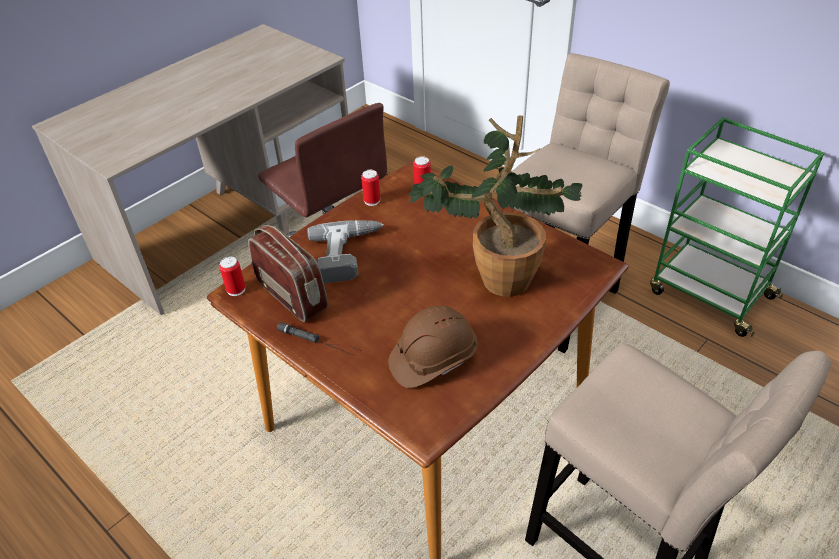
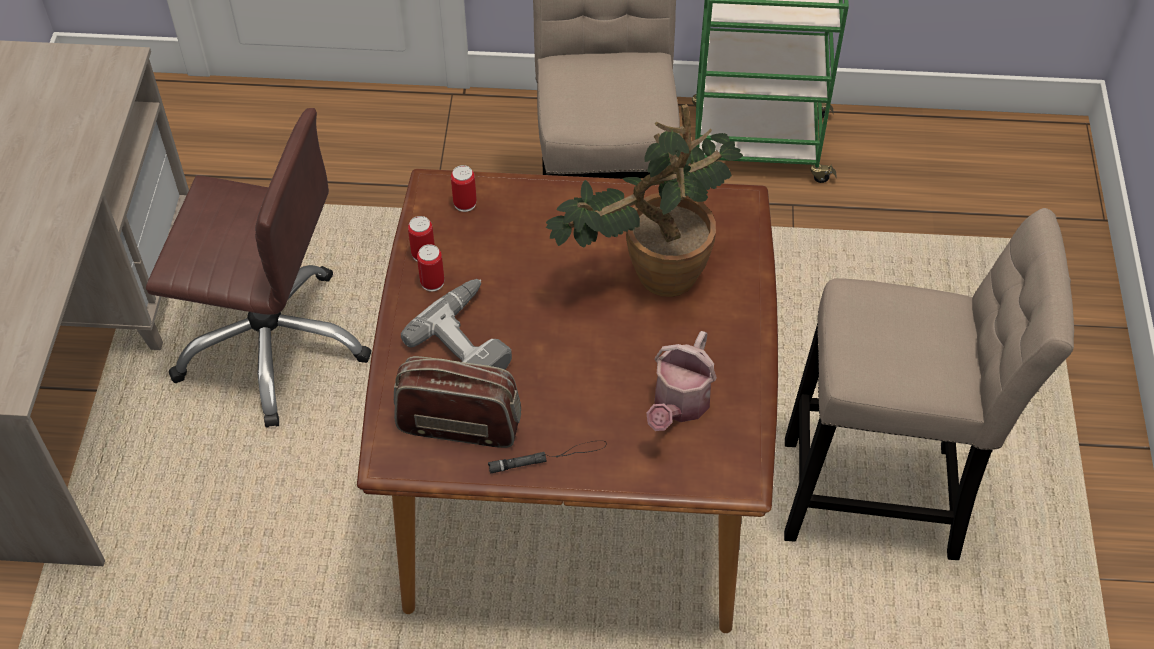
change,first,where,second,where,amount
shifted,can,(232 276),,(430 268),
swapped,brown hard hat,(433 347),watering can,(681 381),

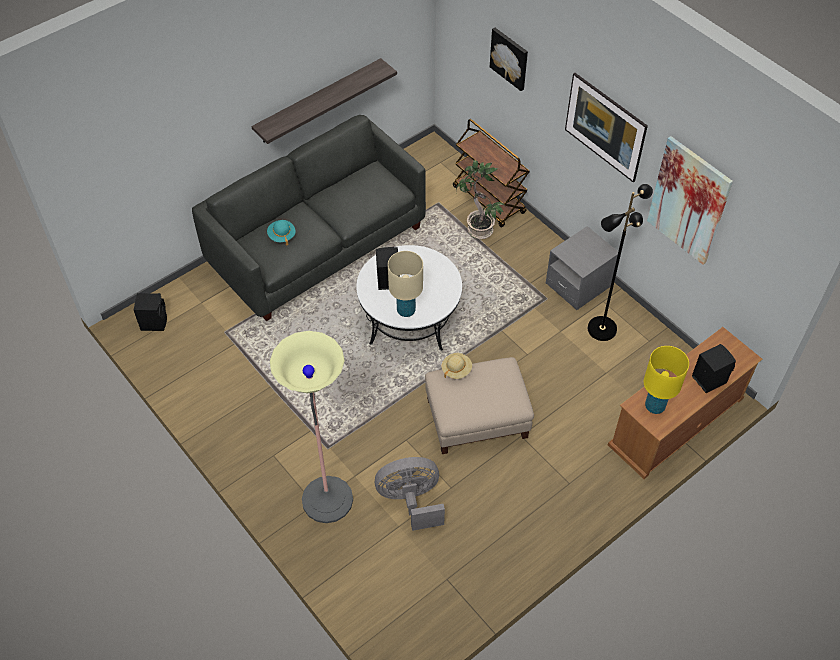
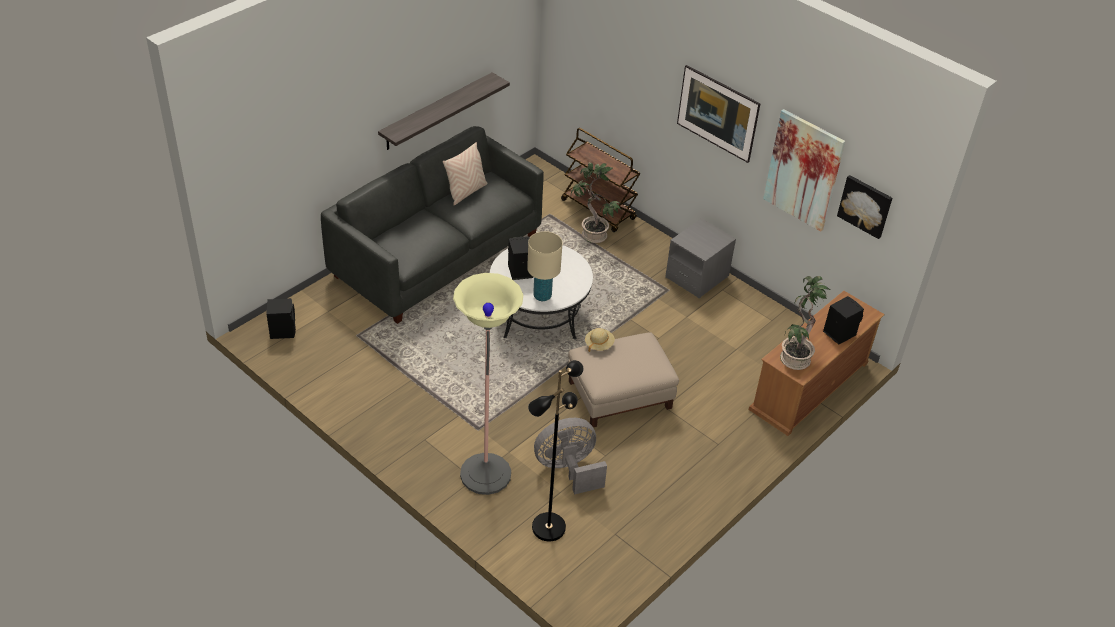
change,first,where,second,where,amount
shifted,picture,(509 59),,(864 207),
shifted,black floor lamp,(620 262),,(556 451),
gone,turquoise hat,(281 232),,,
swapped,yellow table lamp,(666 380),potted plant,(805 323),
new,,,beige pillow,(465 174),

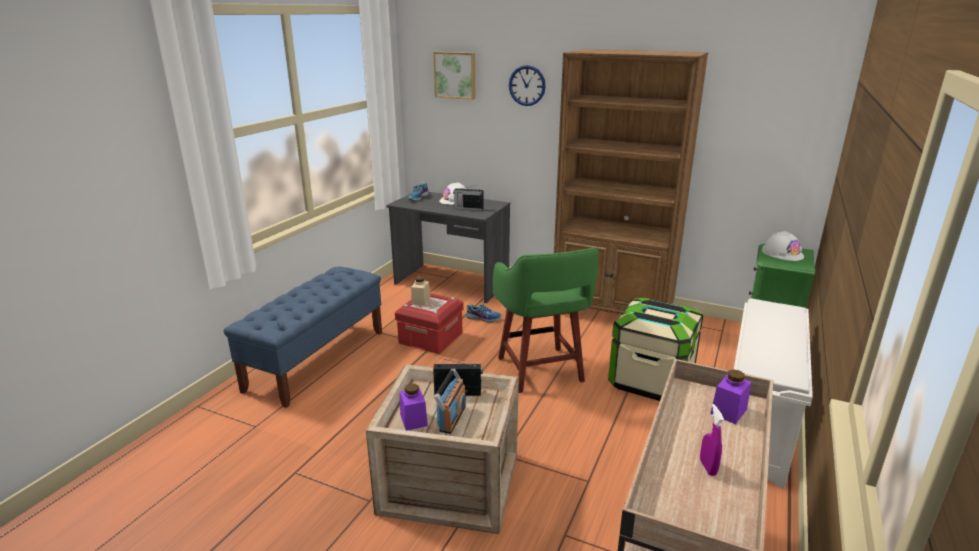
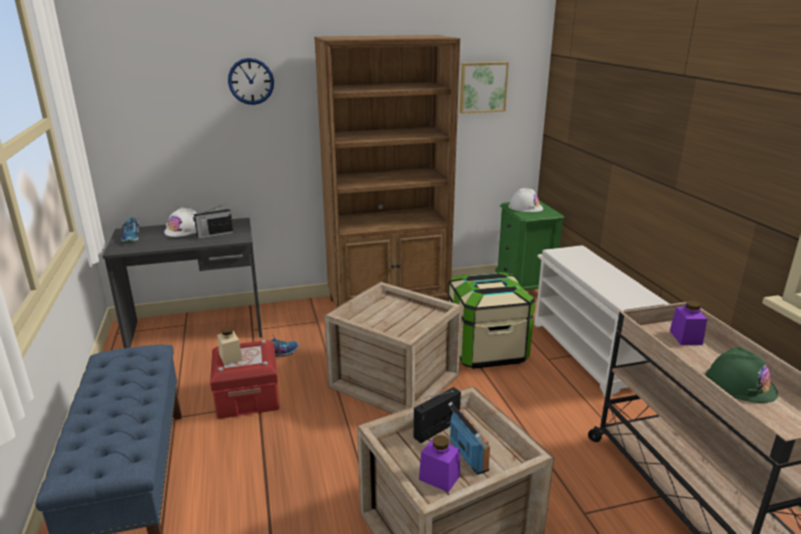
change,first,where,second,where,amount
shifted,picture,(454 76),,(484 87),
swapped,green stool,(545 320),crate,(393 348),
swapped,purple spray bottle,(712 440),green hard hat,(741 375),

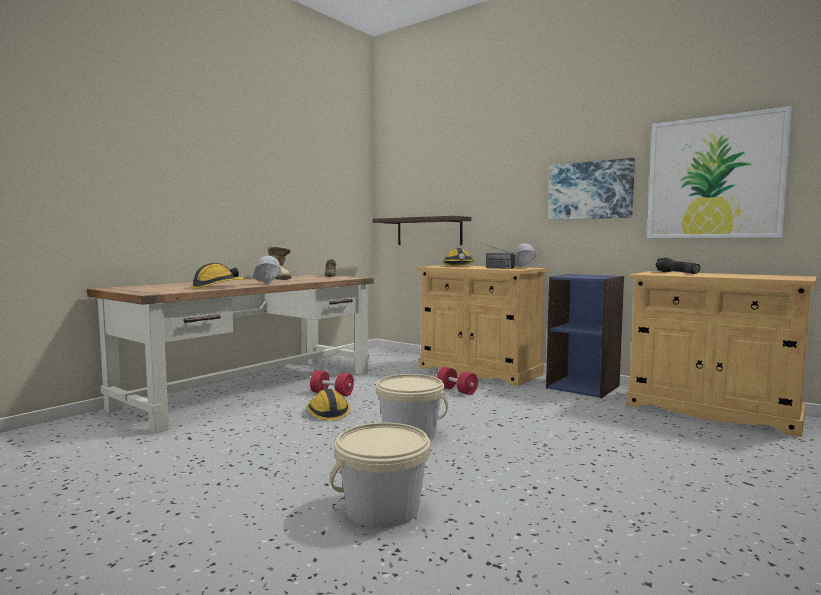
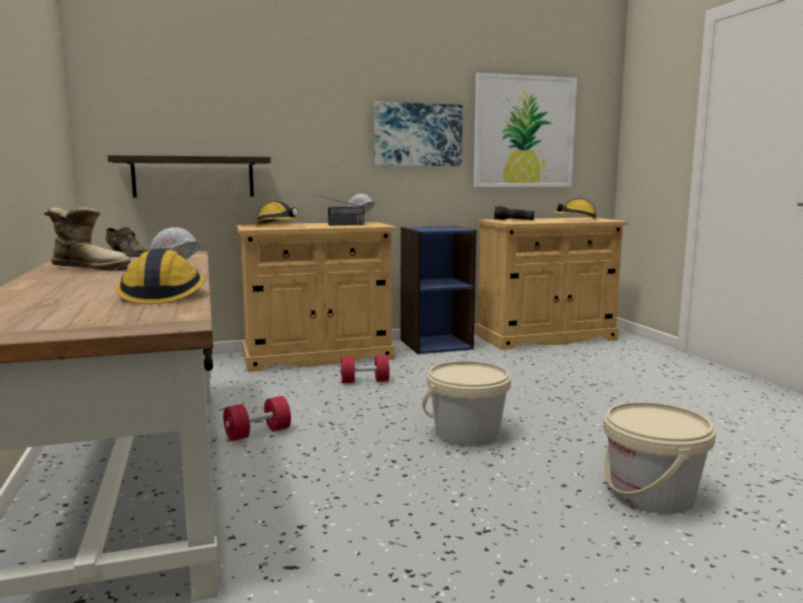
change,first,where,second,where,amount
shifted,hard hat,(328 404),,(575 209),

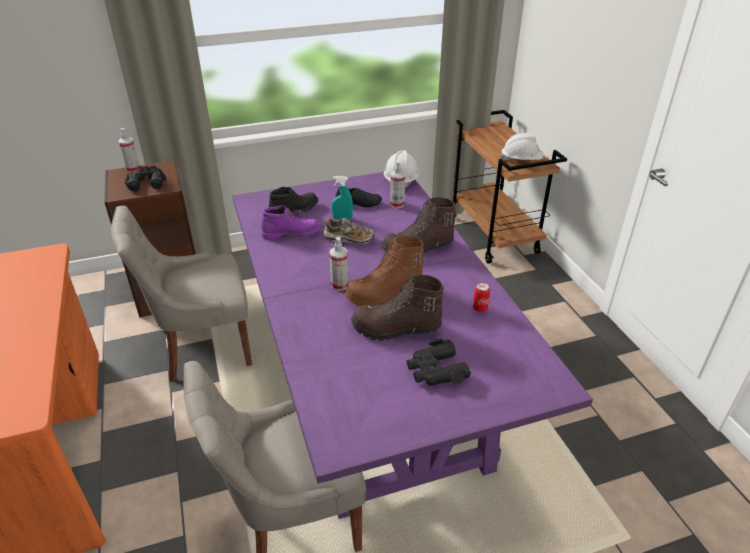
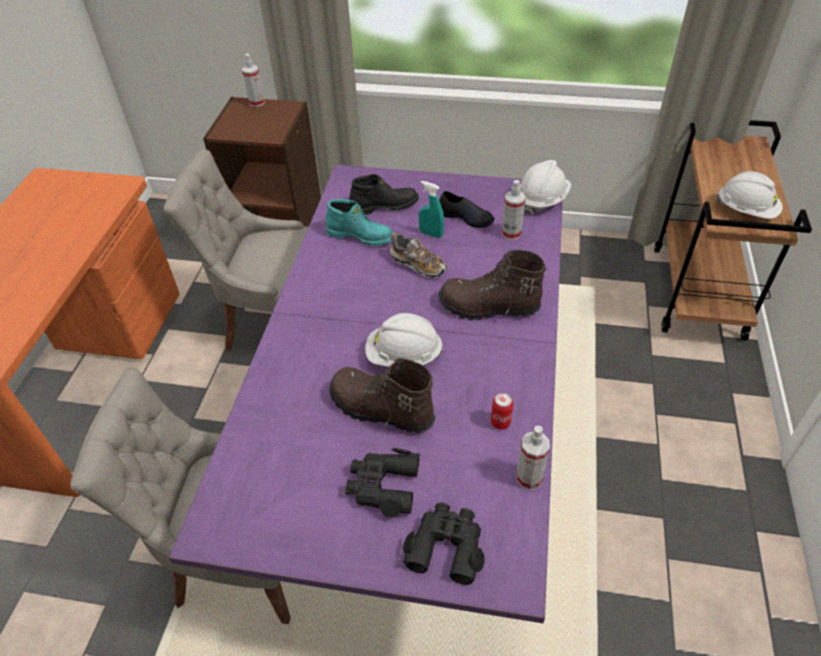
change,first,where,second,where,amount
shifted,black binoculars,(145 178),,(444 544),
repainted,purple boot,(291 223),turquoise boot,(359 222),
swapped,brown boot,(385 271),white hard hat,(404 340),
shifted,spray bottle,(339 264),,(533 458),

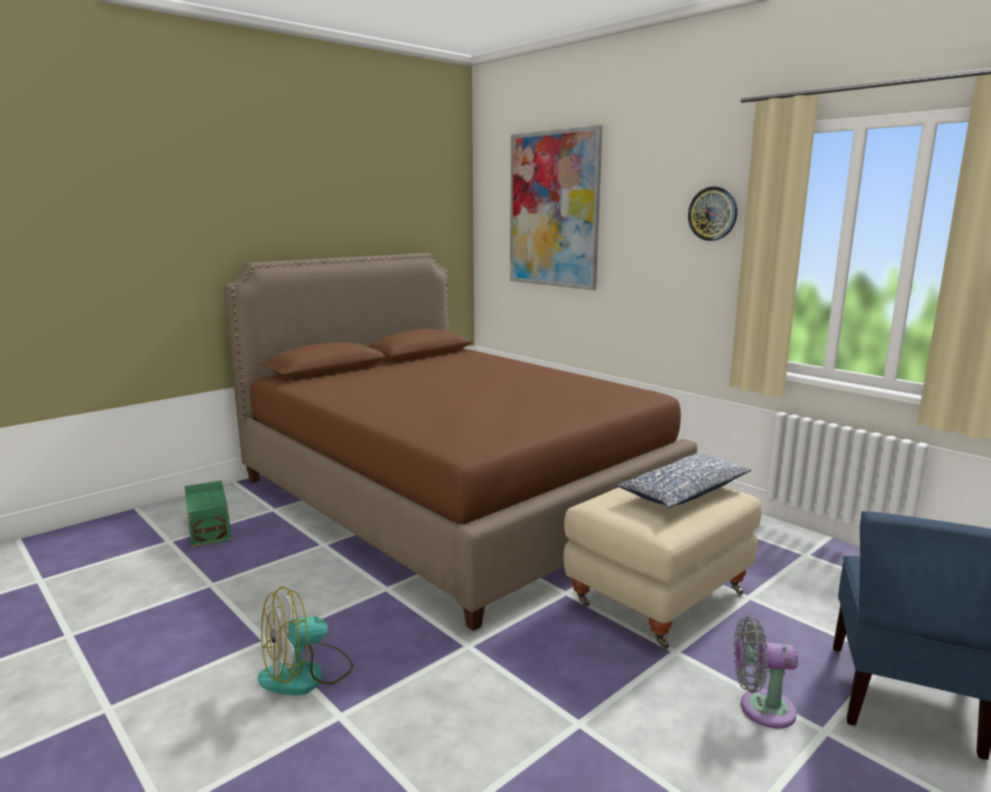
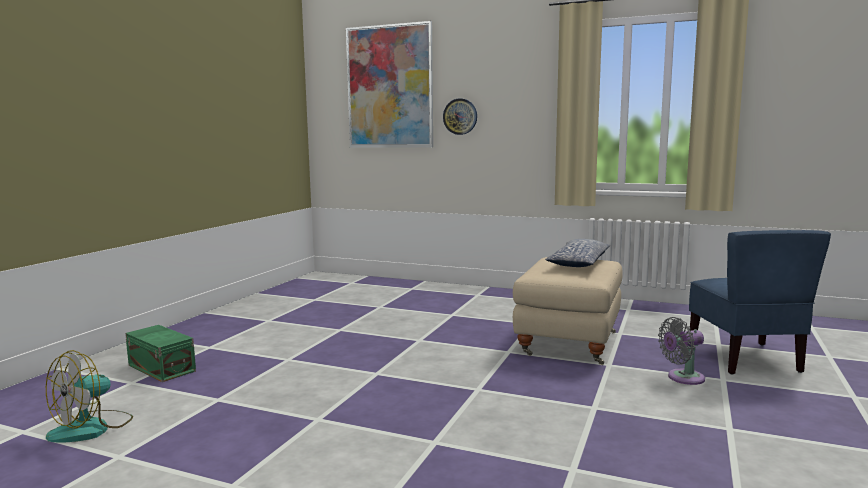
change,first,where,second,where,amount
shifted,wall clock,(712 213),,(460 116),
gone,brown bed,(461 442),,,
shifted,fan,(305 640),,(89 396),

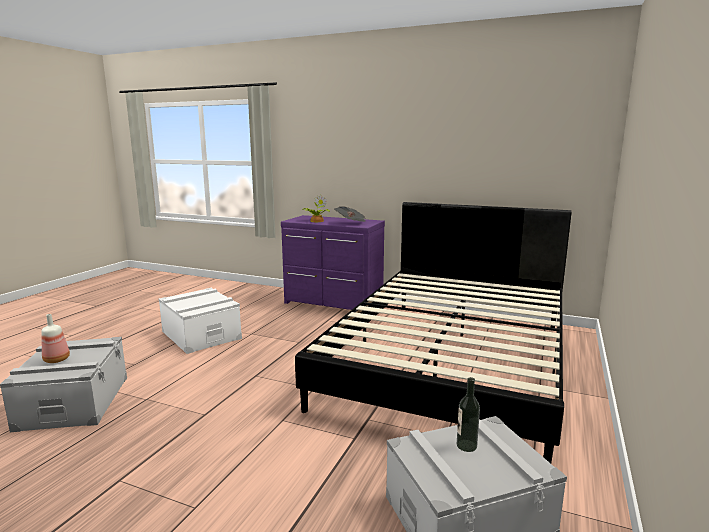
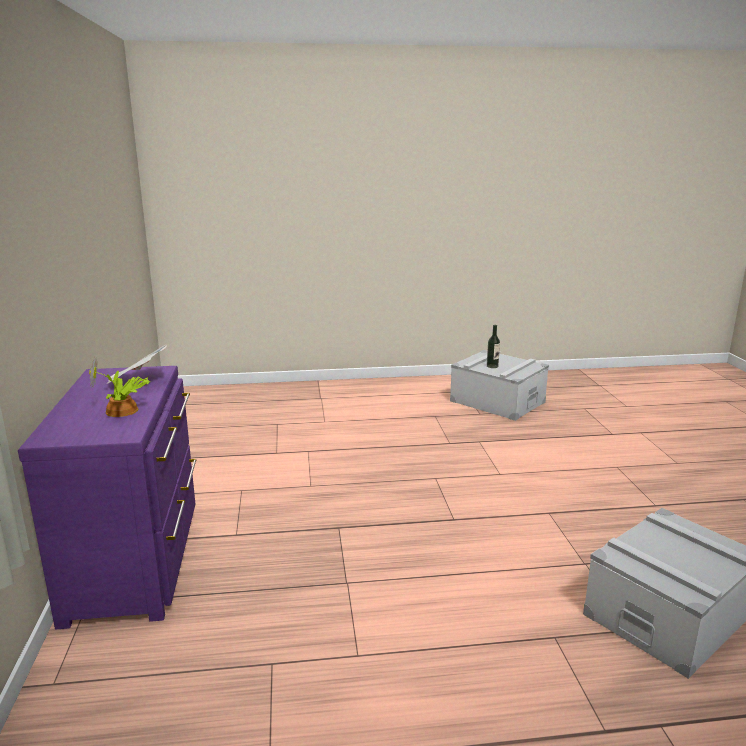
change,first,where,second,where,amount
gone,black bed,(433 332),,,
gone,white storage box,(200 321),,,
gone,bottle,(55 338),,,

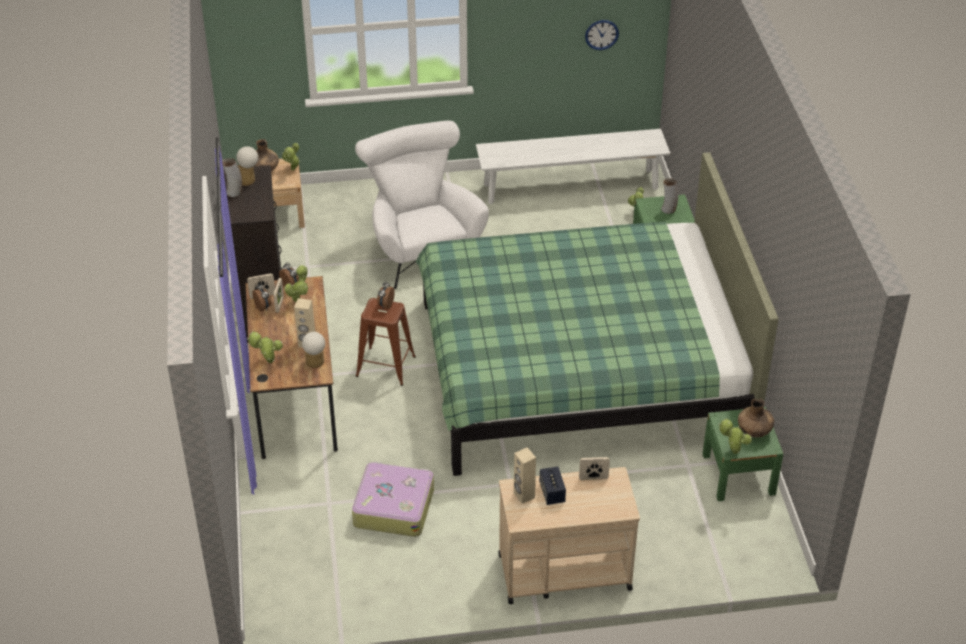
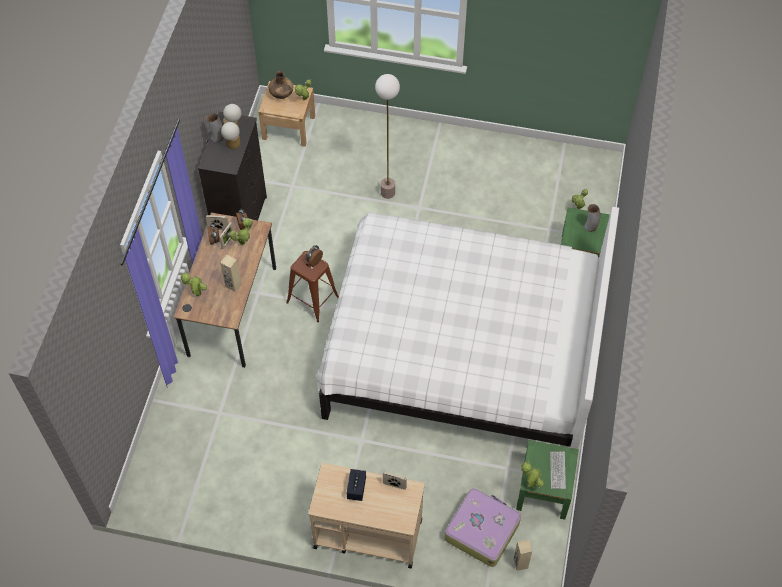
change,first,where,second,where,amount
gone,wall clock,(602 35),,,
swapped,white armchair,(422 205),floor lamp,(387 136),
gone,white bench,(573 166),,,
repainted,green bed,(597 314),white bed,(468 328),
shifted,table lamp,(313 350),,(231 135),
swapped,brown vase,(756 418),keyboard,(558 470),
shifted,beige speaker,(525 475),,(522 555),
shifted,suitcase,(393 499),,(483 527),

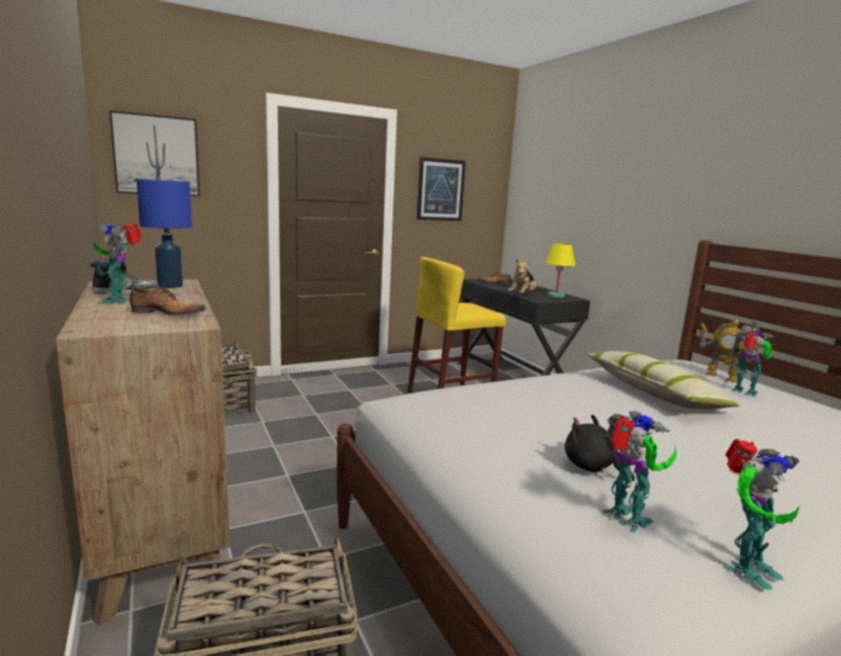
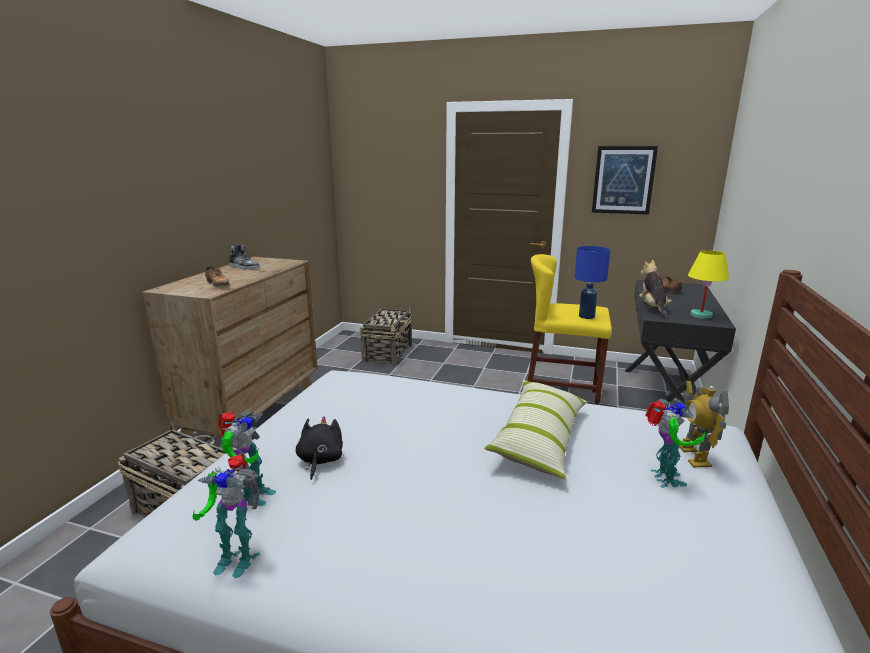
change,first,where,second,where,amount
gone,picture,(154 153),,,
shifted,blue table lamp,(164 233),,(592 282),
gone,toy robot,(117 263),,,
rotated,plush toy,(522 276),,(655 289),105 degrees clockwise

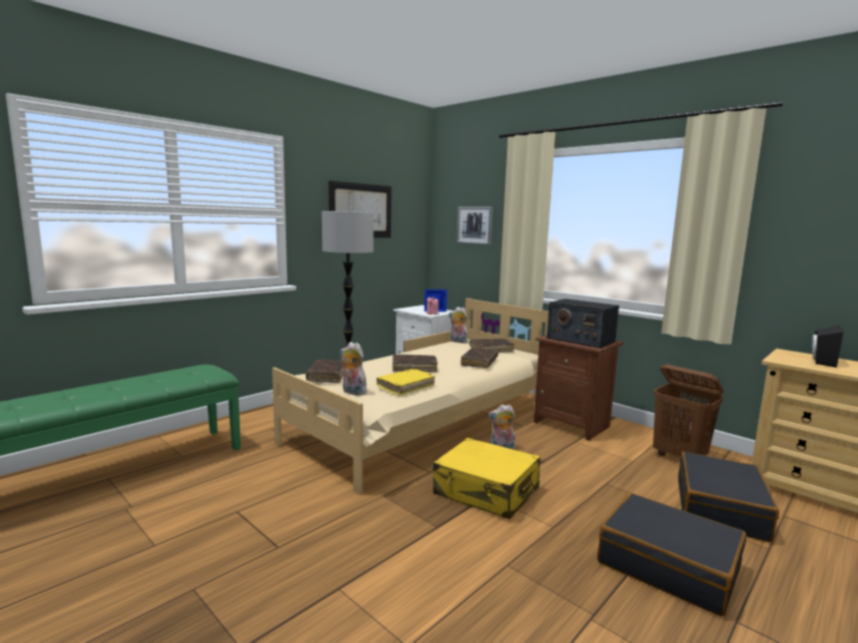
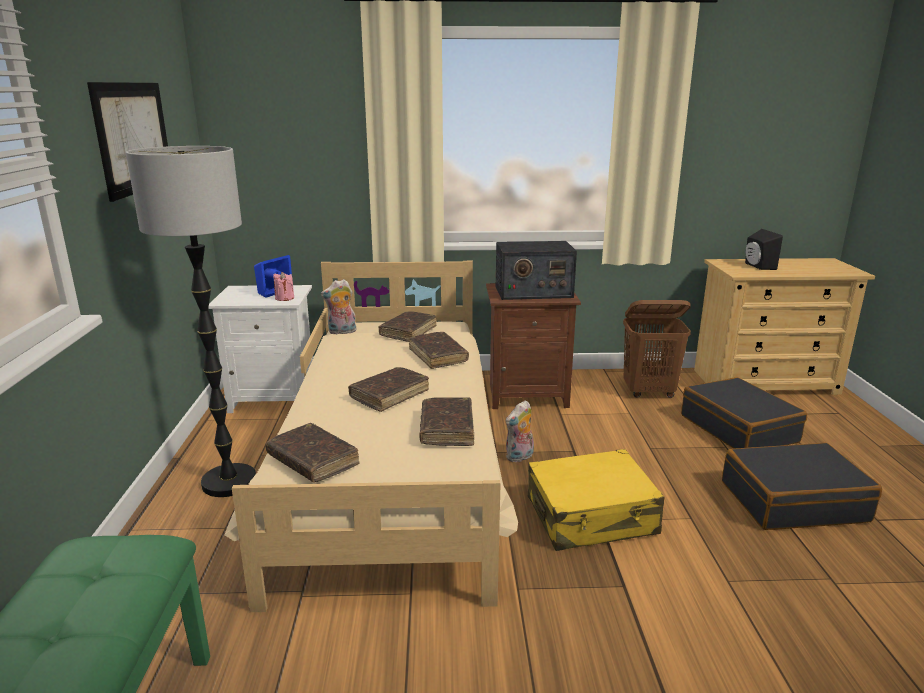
change,first,where,second,where,amount
gone,picture,(475 226),,,
gone,plush toy,(353 368),,,
repainted,yellow book,(406 382),brown book,(447 421),

